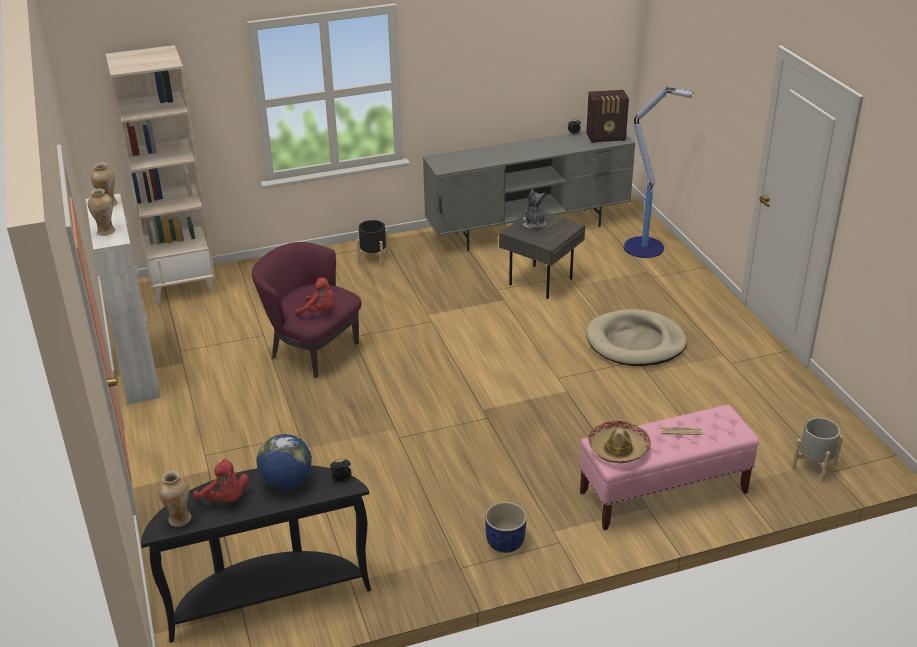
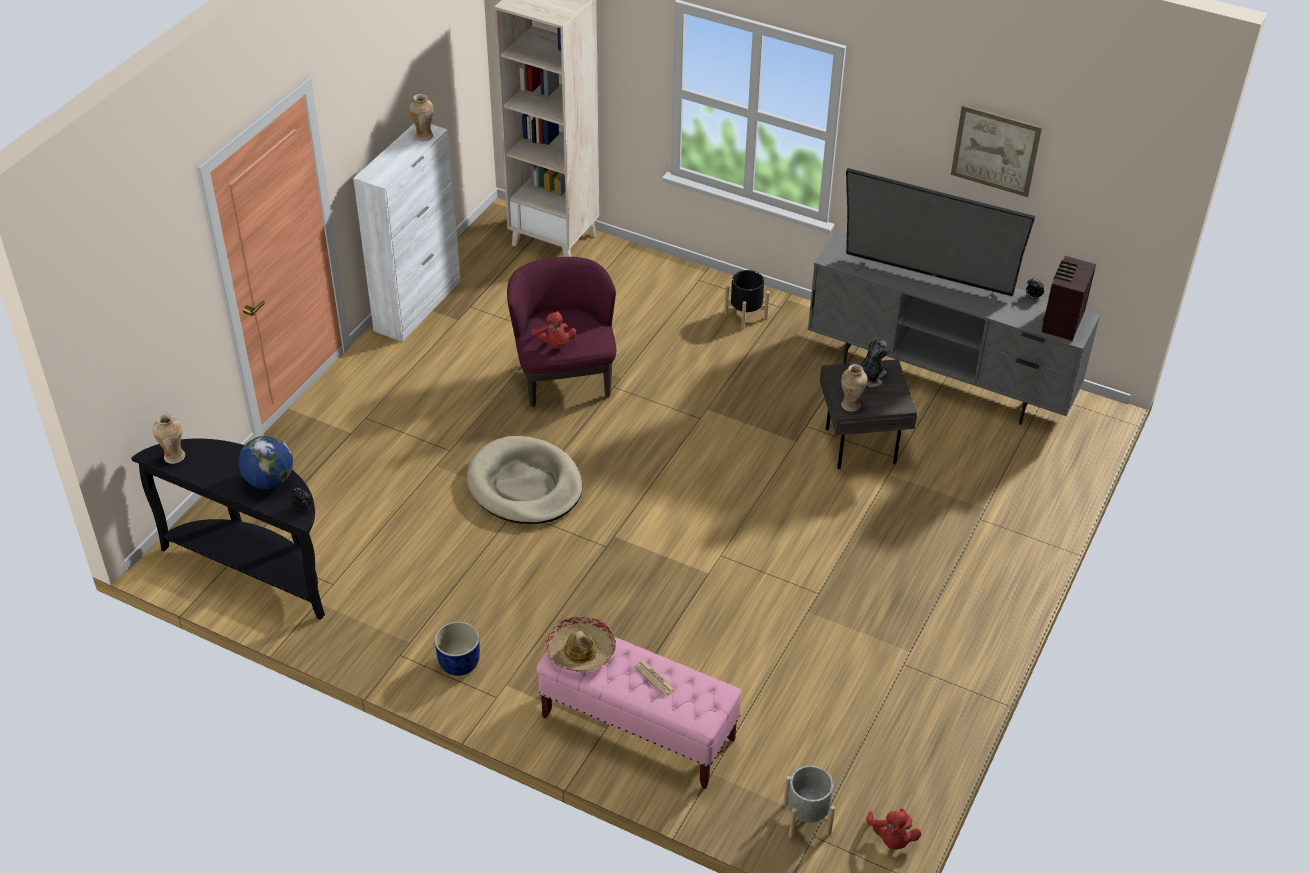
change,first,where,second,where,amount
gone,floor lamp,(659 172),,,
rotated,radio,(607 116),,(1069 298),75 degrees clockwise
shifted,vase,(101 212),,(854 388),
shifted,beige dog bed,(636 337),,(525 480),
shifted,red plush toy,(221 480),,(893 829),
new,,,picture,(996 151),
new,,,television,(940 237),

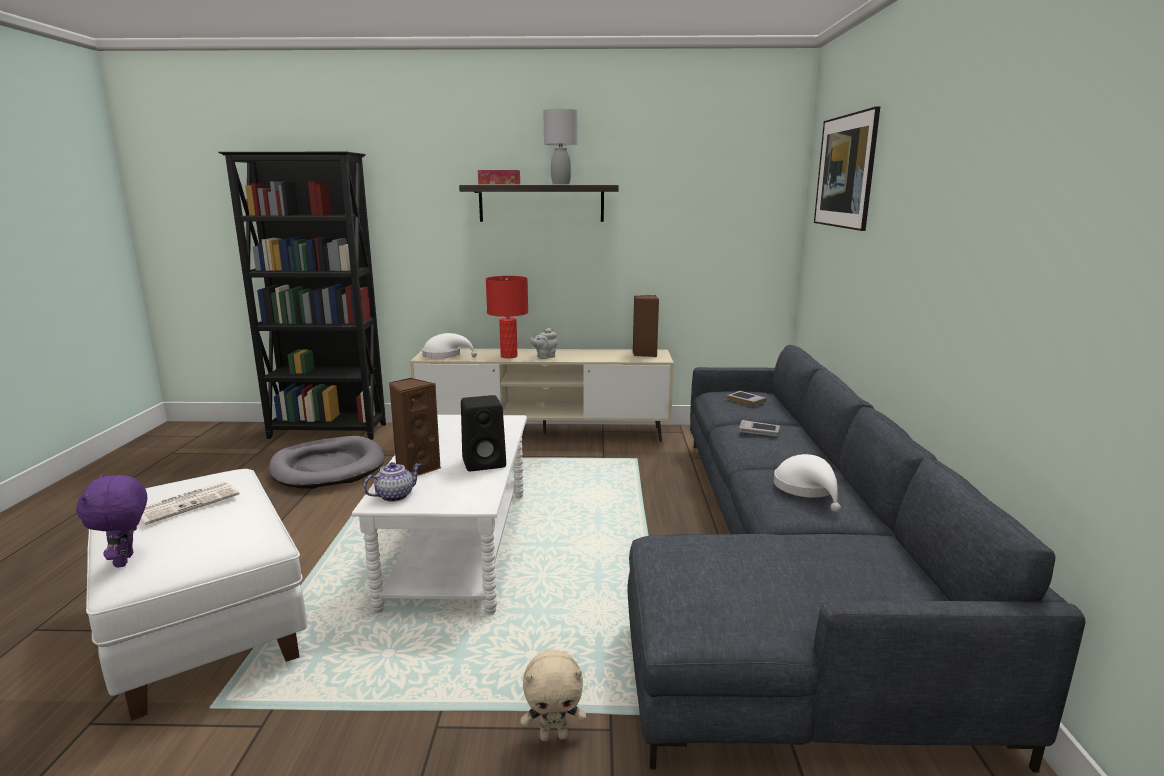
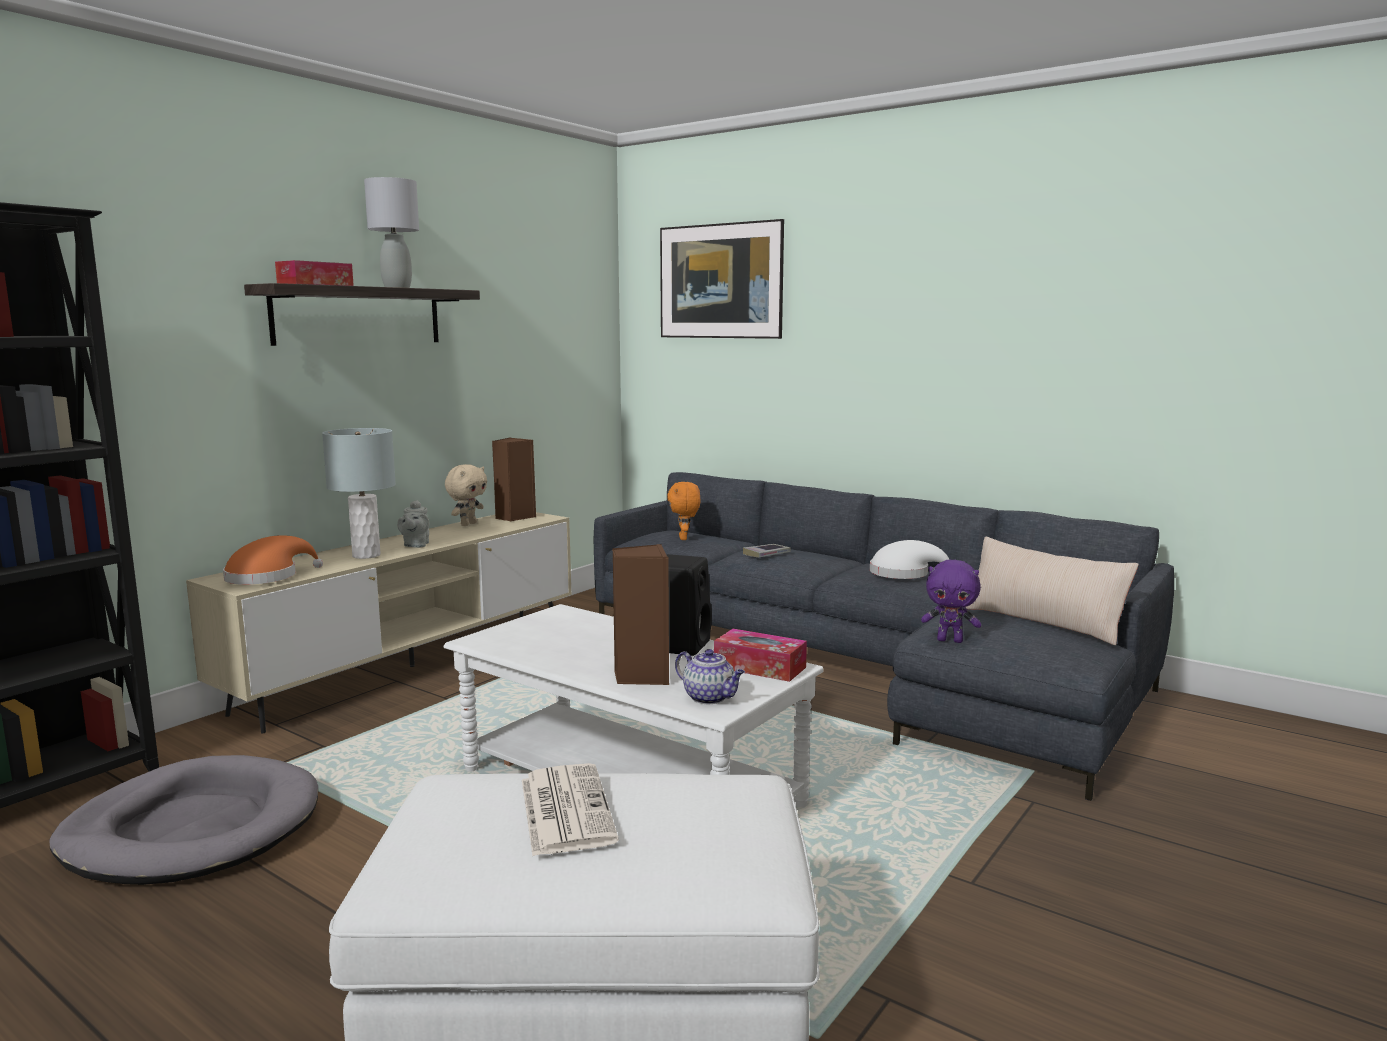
change,first,where,second,where,amount
repainted,red table lamp,(507 317),grey table lamp,(359 493),
repainted,white hat,(449 346),orange hat,(273 560),
swapped,book,(747 399),orange plush toy,(684 511),
rotated,teapot,(392 482),,(710 676),135 degrees clockwise
shifted,purple plush toy,(111 520),,(951 601),
shifted,beige plush toy,(553 695),,(466 495),
new,,,beige pillow,(1052 590),
new,,,tissue box,(760 655),

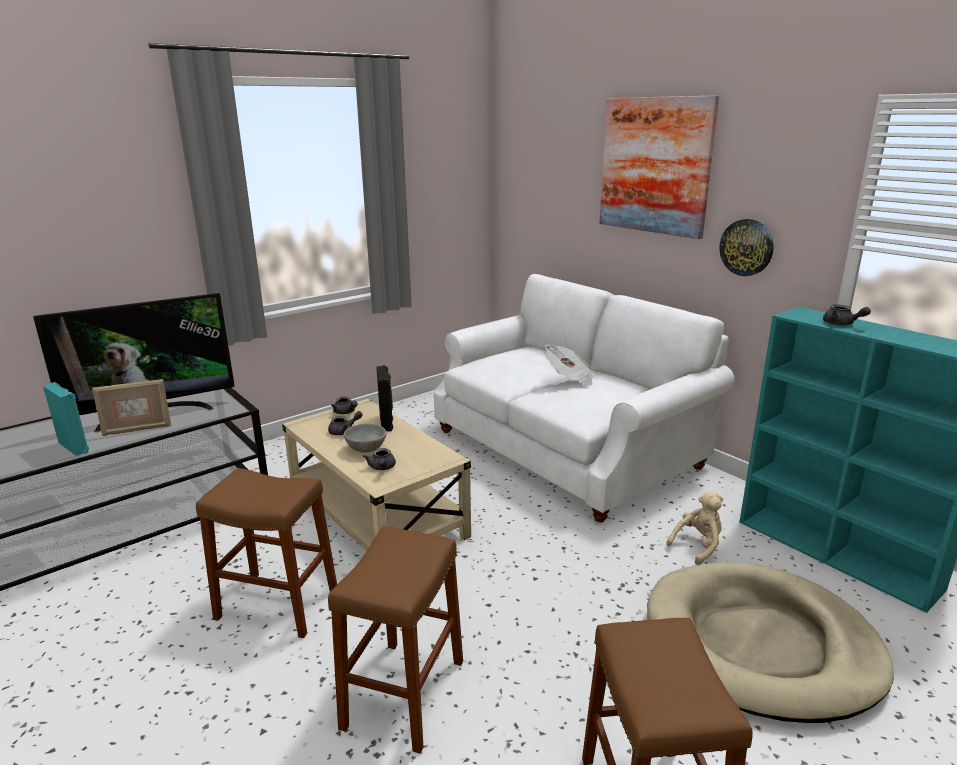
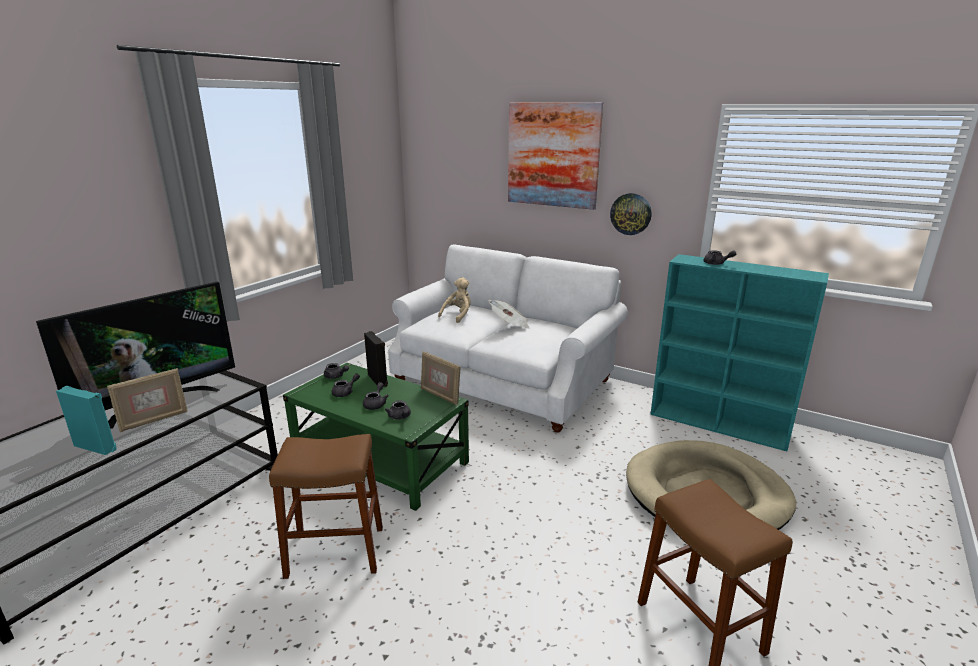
change,first,where,second,where,amount
repainted,beige coffee table,(376 475),green coffee table,(376 437),
swapped,grey bowl,(365 438),grey teapot,(376 396),
shifted,beige plush toy,(694 528),,(454 300),
gone,brown stool,(395 640),,,
new,,,picture frame,(440 378),

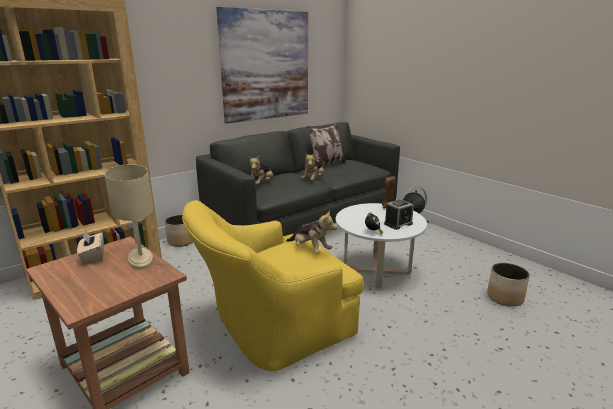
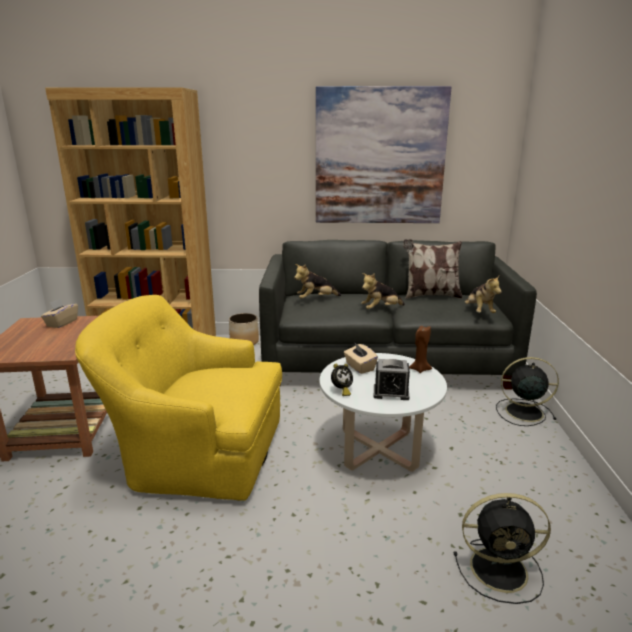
change,first,where,second,where,amount
gone,beige table lamp,(128 216),,,
shifted,plush toy,(311 231),,(483 294),
swapped,planter,(508 285),black fan,(502 548),
new,,,beige tissue box,(361 358),

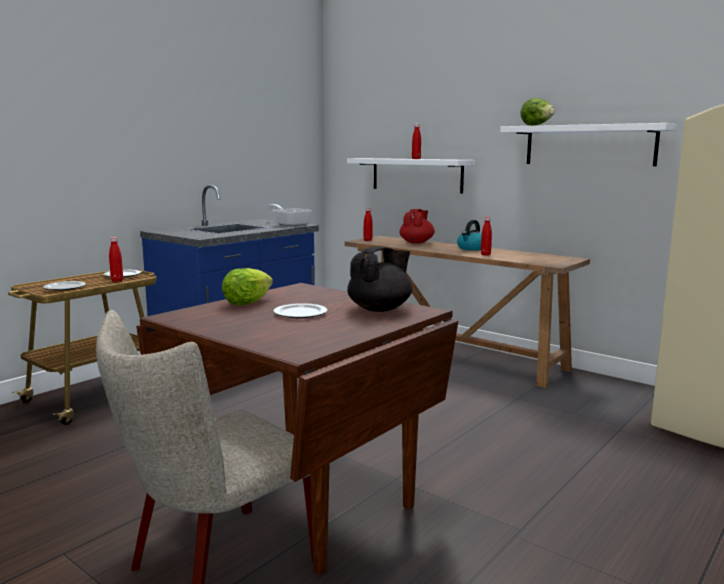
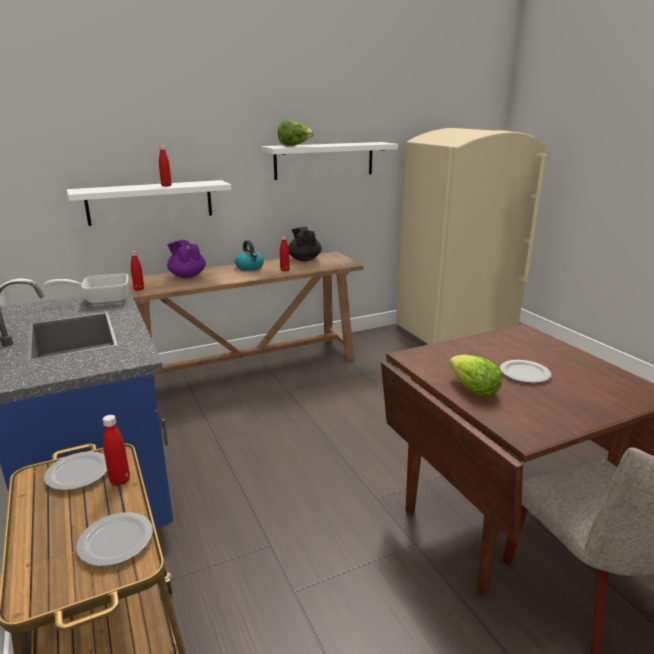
change,first,where,second,where,amount
repainted,red teapot,(417 226),purple teapot,(186 259),
shifted,black teapot,(379 279),,(305 244),

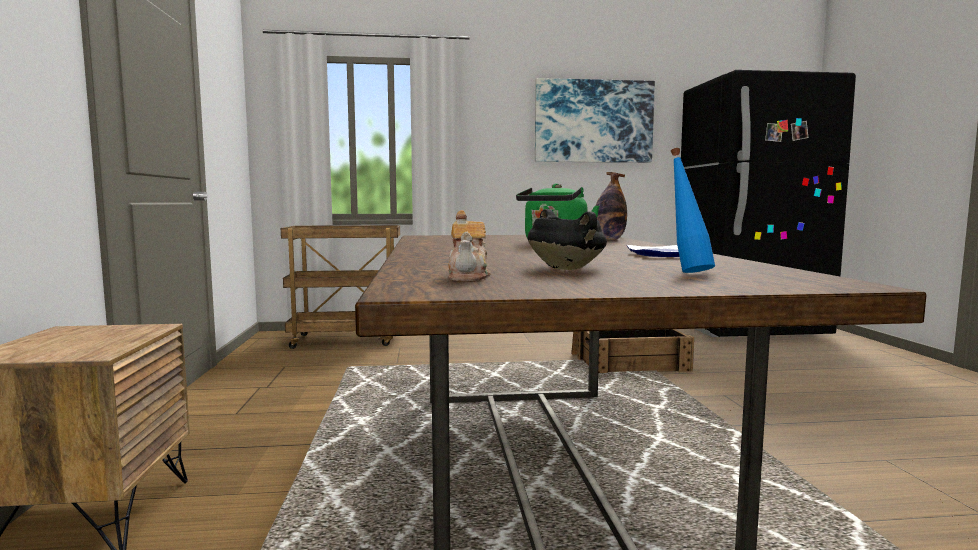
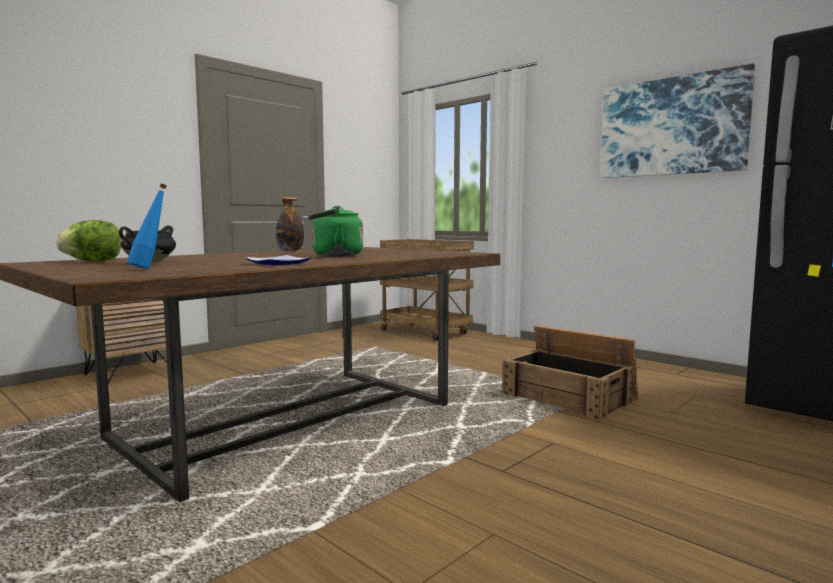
change,first,where,second,where,amount
shifted,bottle,(611 206),,(290 224),
swapped,teapot,(469 245),lettuce,(88 241),

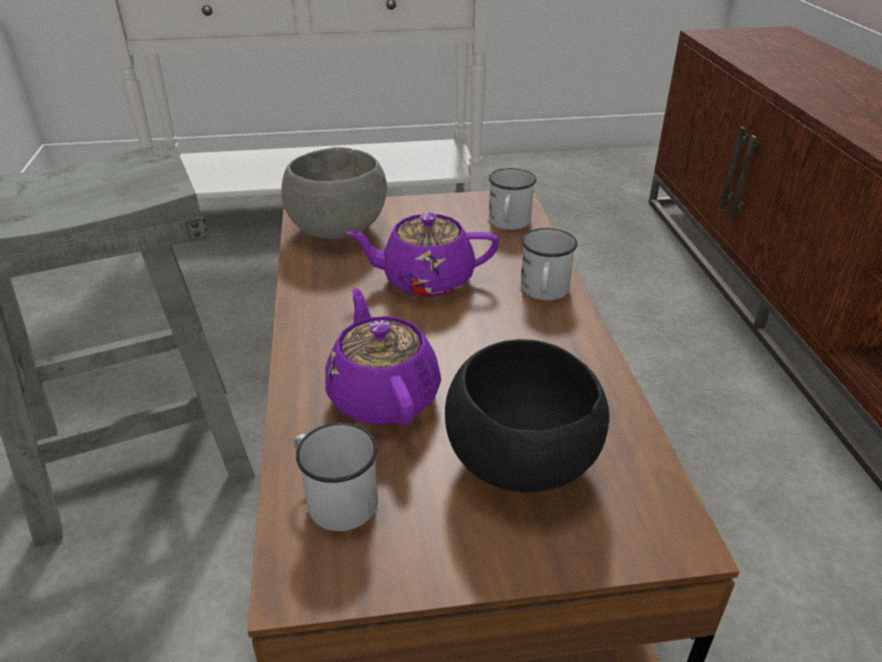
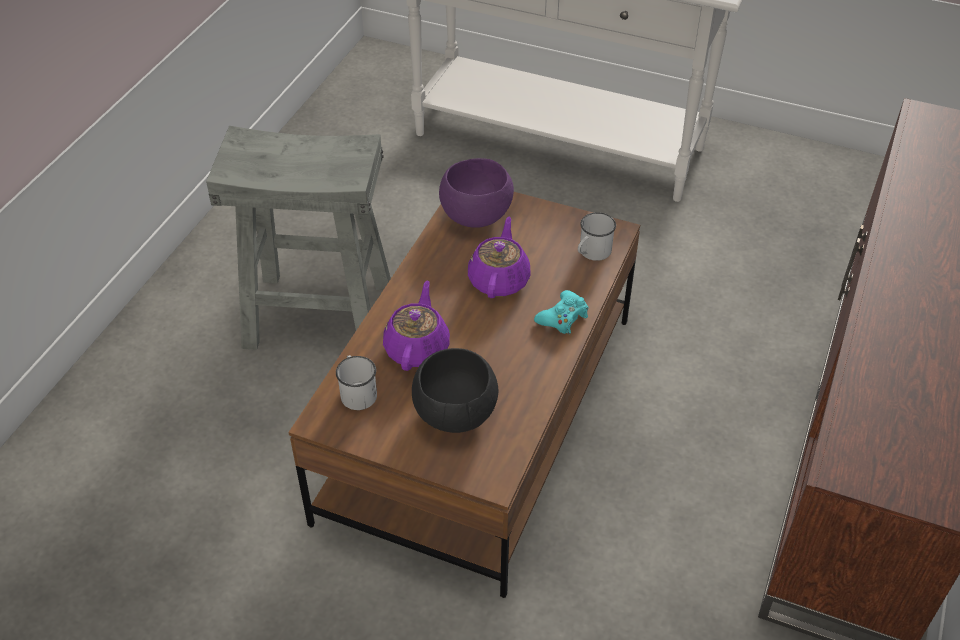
change,first,where,second,where,amount
repainted,grey bowl,(334 193),purple bowl,(476 193),
rotated,purple teapot,(422 255),,(499 257),75 degrees clockwise
swapped,white mug,(549 264),turquoise game controller,(561 312),

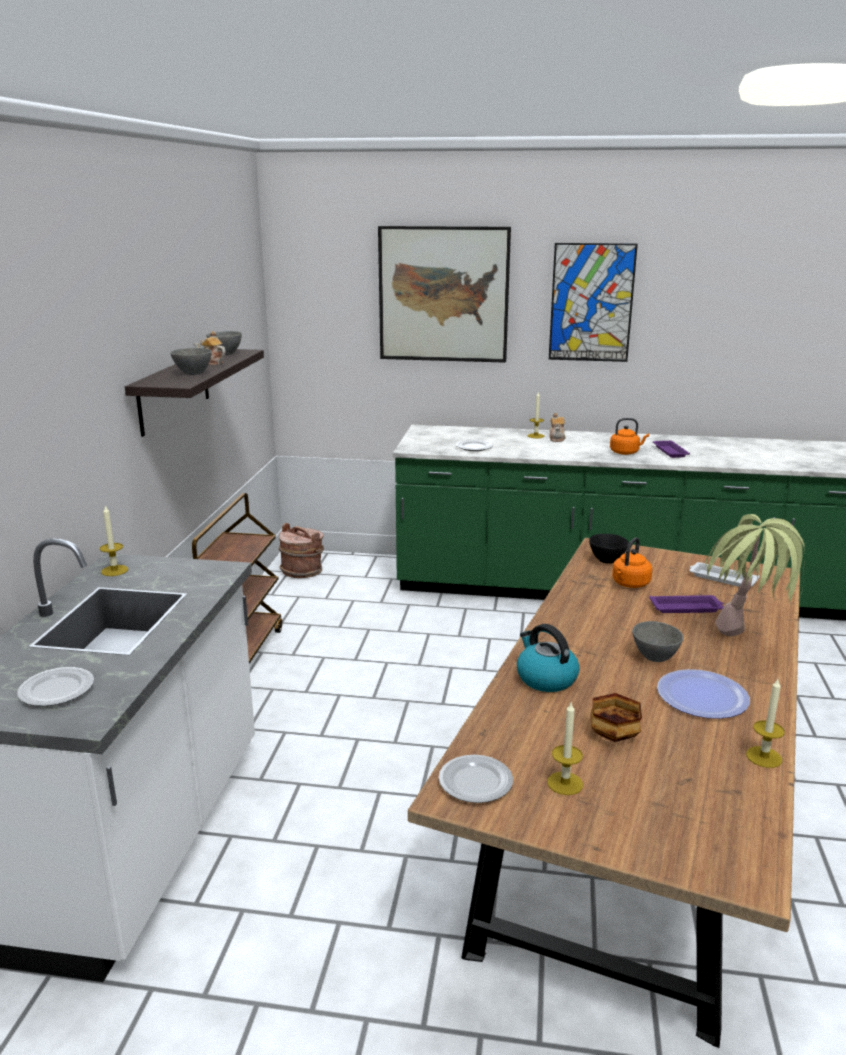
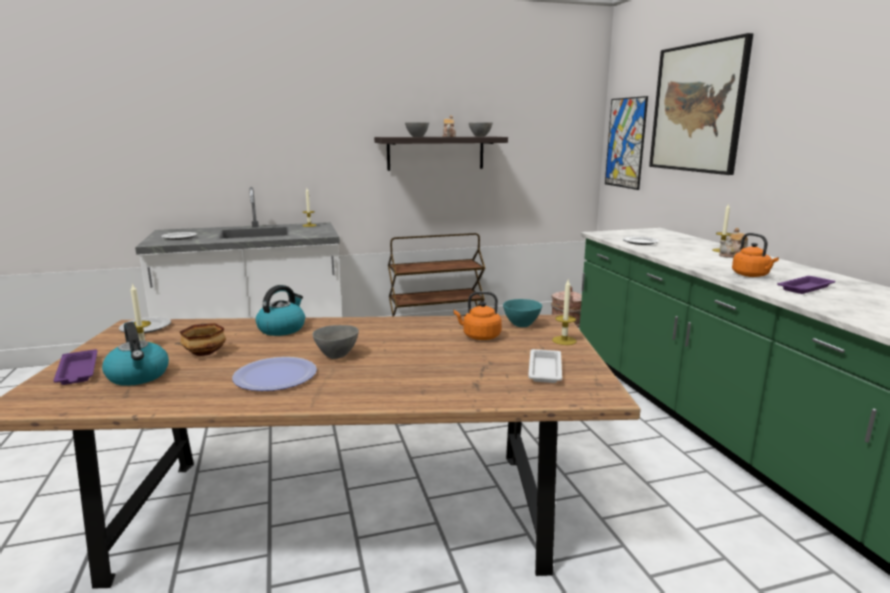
change,first,where,second,where,amount
shifted,picture,(593 302),,(626 143),
gone,potted plant,(755 575),,,
repainted,black bowl,(609 549),turquoise bowl,(522 313),
shifted,purple tray,(686 604),,(75 367),
shifted,candle,(765 723),,(564 312),
new,,,kettle,(135 354),

